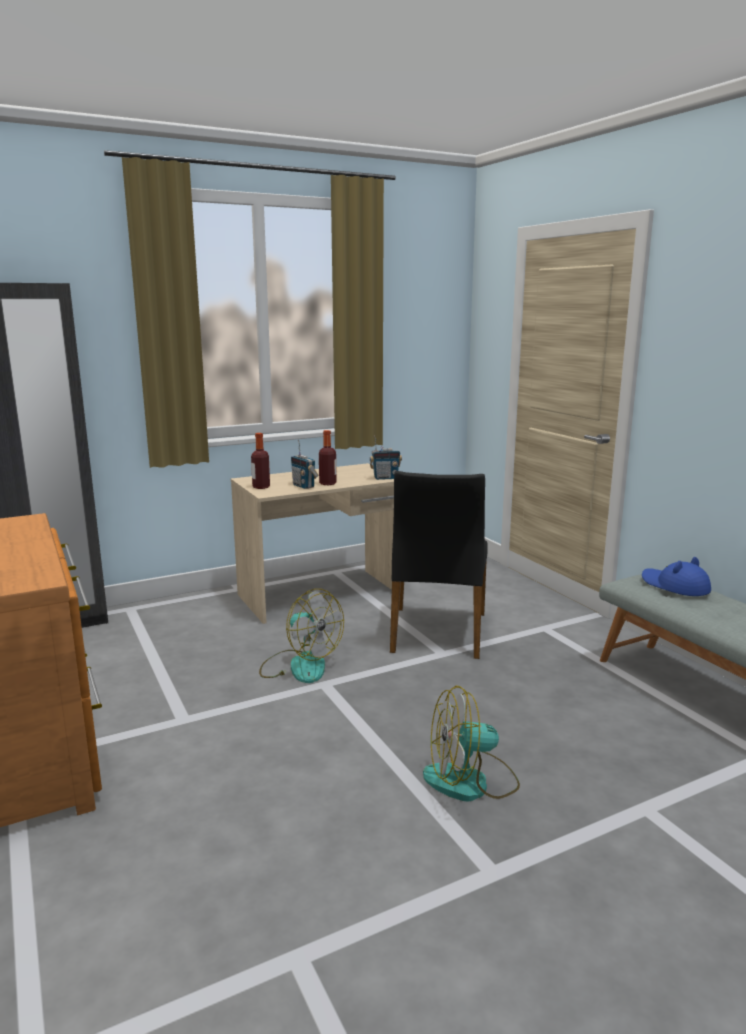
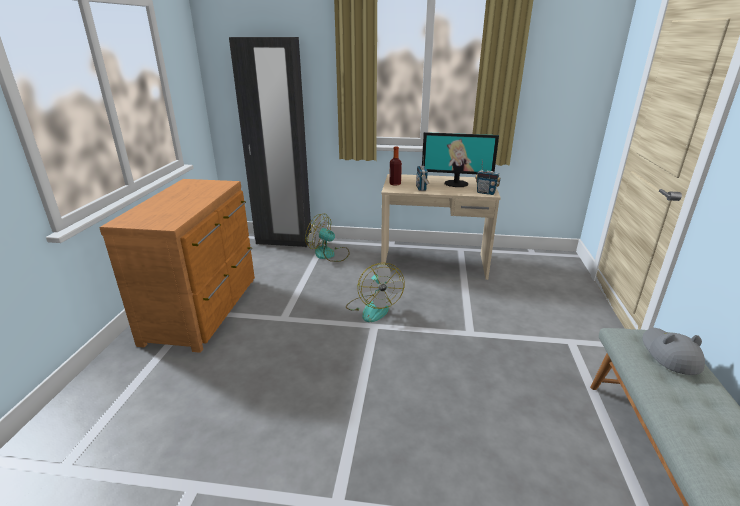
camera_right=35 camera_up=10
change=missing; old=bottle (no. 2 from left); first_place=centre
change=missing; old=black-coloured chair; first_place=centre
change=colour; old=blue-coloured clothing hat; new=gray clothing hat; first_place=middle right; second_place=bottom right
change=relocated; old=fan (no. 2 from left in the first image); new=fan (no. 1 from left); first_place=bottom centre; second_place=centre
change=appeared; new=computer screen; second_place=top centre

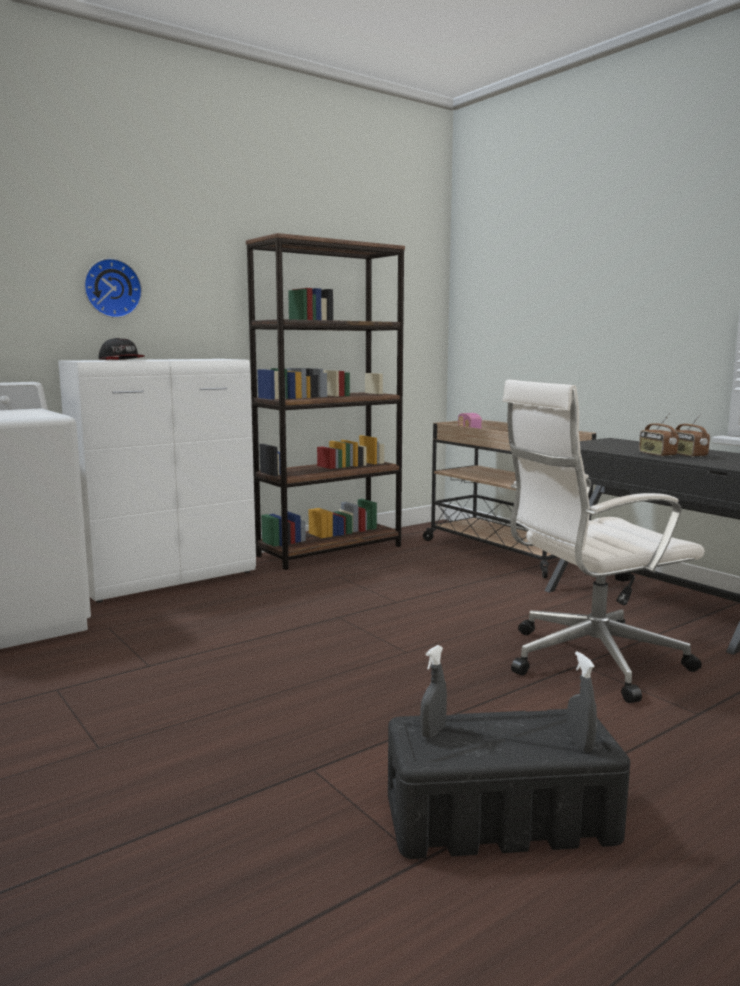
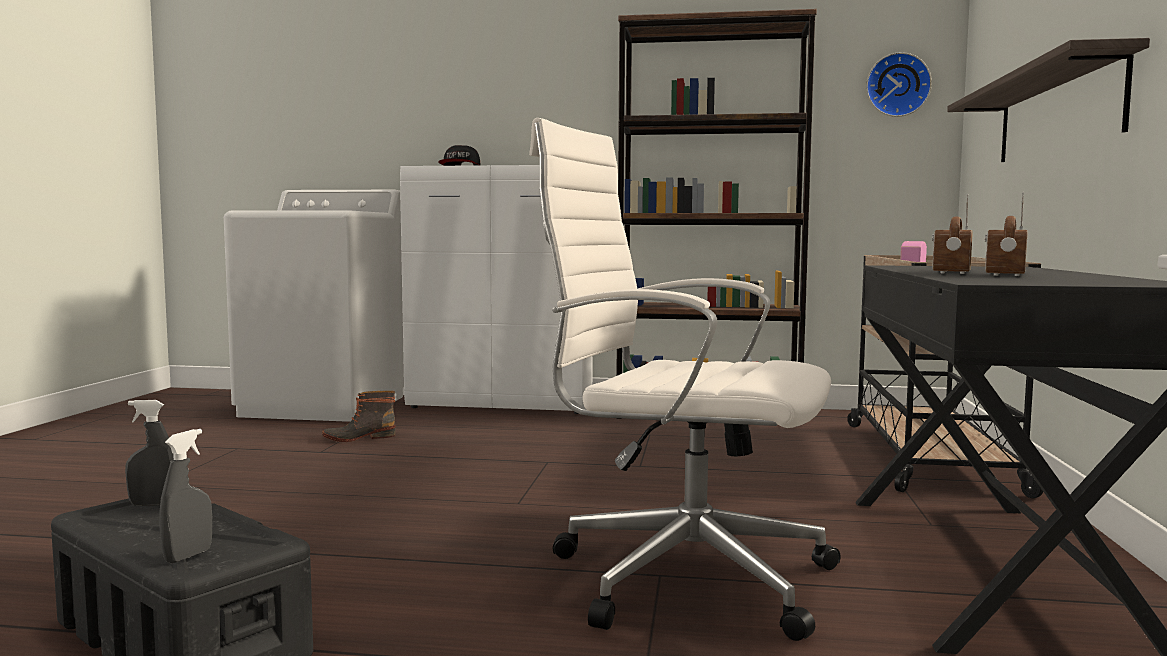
camera_right=45 camera_up=-5
change=relocated; old=wall clock; first_place=top left; second_place=top right
change=appeared; new=shelf; second_place=top right
change=appeared; new=boot; second_place=middle left

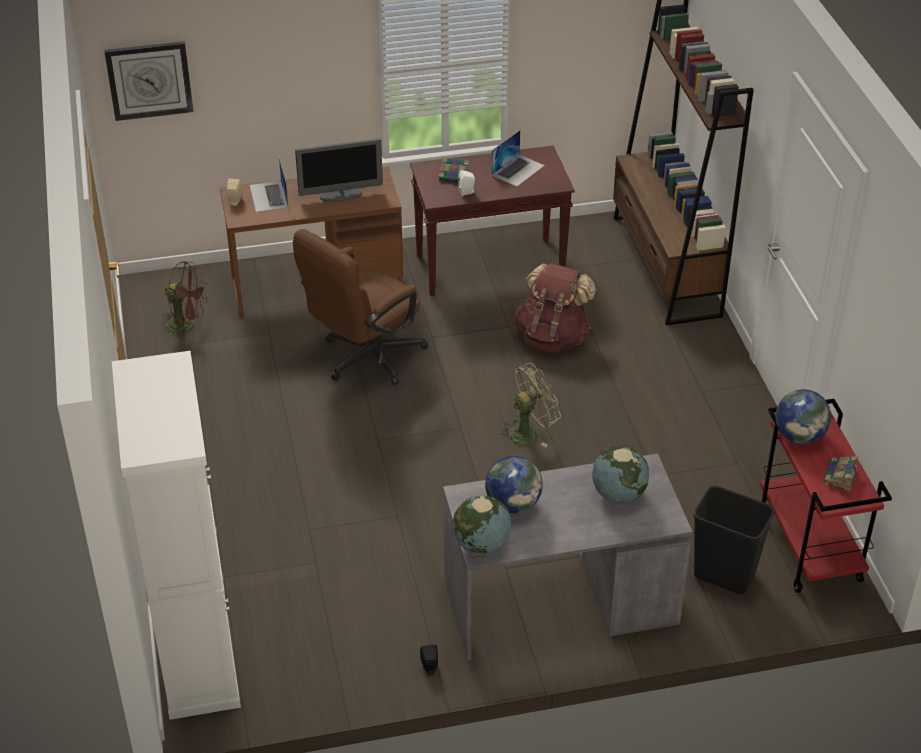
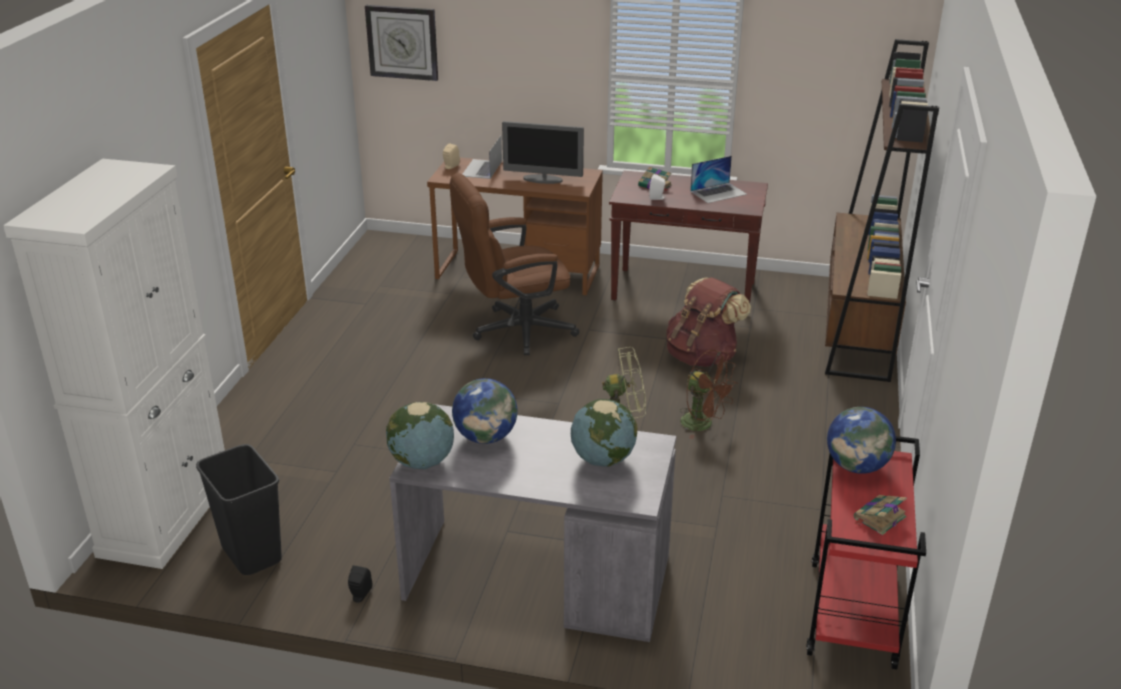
camera_right=25 camera_up=-10
change=relocated; old=brown fan; first_place=middle left; second_place=centre
change=relocated; old=black-coloured trash can; first_place=bottom right; second_place=bottom left

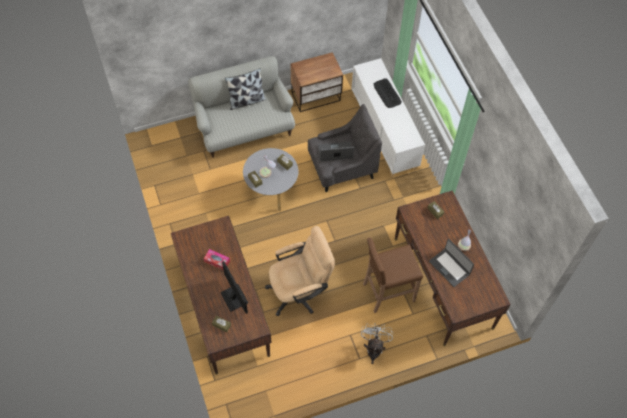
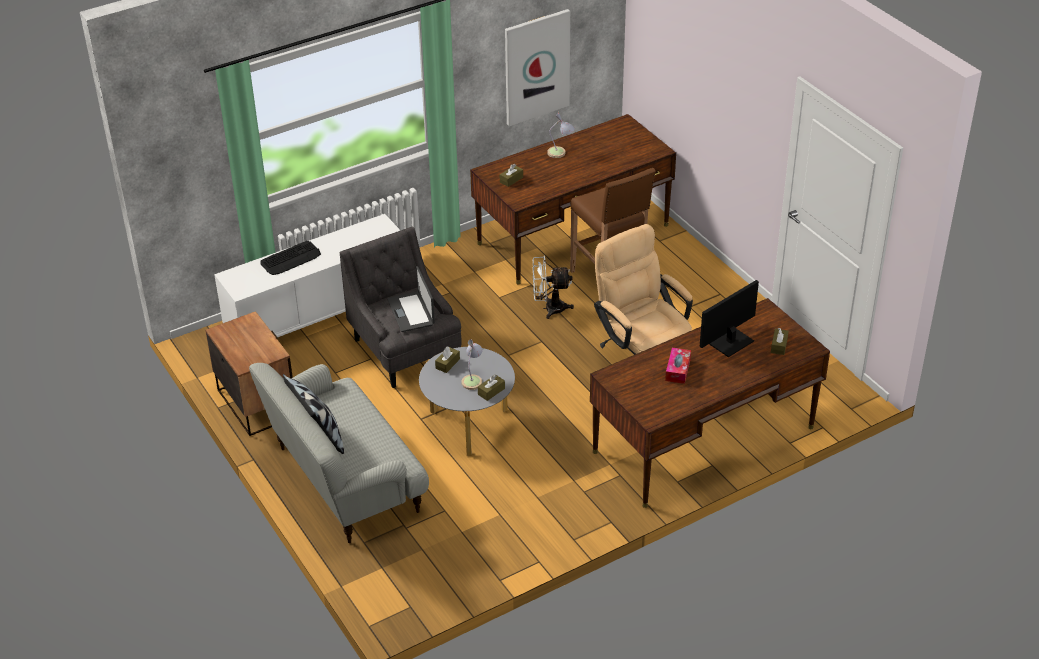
camera_right=-100 camera_up=-20
change=missing; old=laptop (no. 2 from left); first_place=middle right
change=relocated; old=white fan; first_place=bottom centre; second_place=centre
change=appeared; new=wall art; second_place=top centre

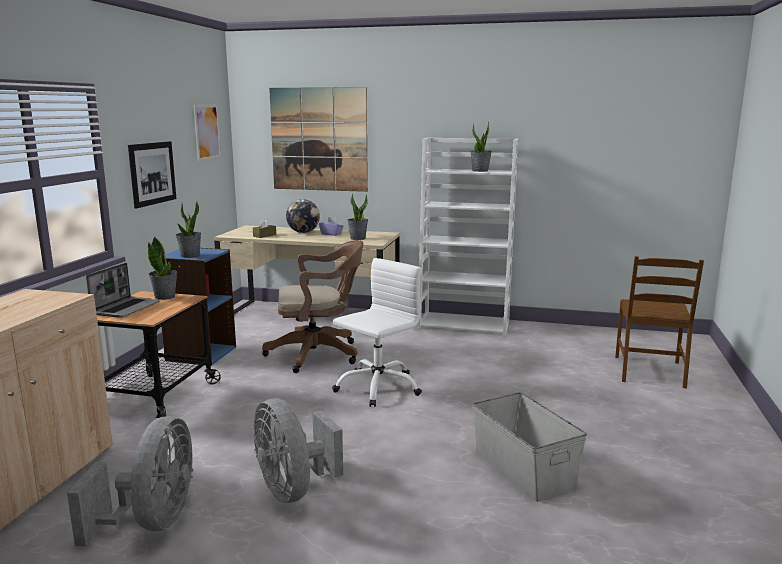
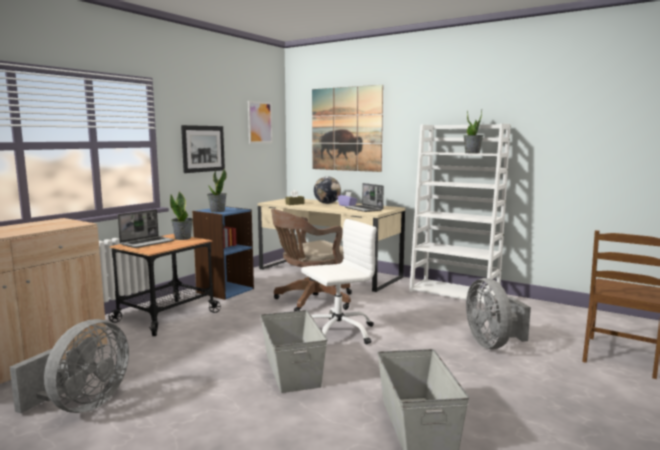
camera_right=20 camera_up=-5
change=exchanged; old=potted plant (no. 3 from left); new=laptop (no. 2 from left); first_place=centre; second_place=centre
change=spun; old=brown computer chair; first_place=centre; second_place=centre; degrees=135
change=relocated; old=gray fan (no. 2 from left); first_place=bottom centre; second_place=bottom right
change=appeared; new=gray storage box (no. 1 from left); second_place=bottom centre

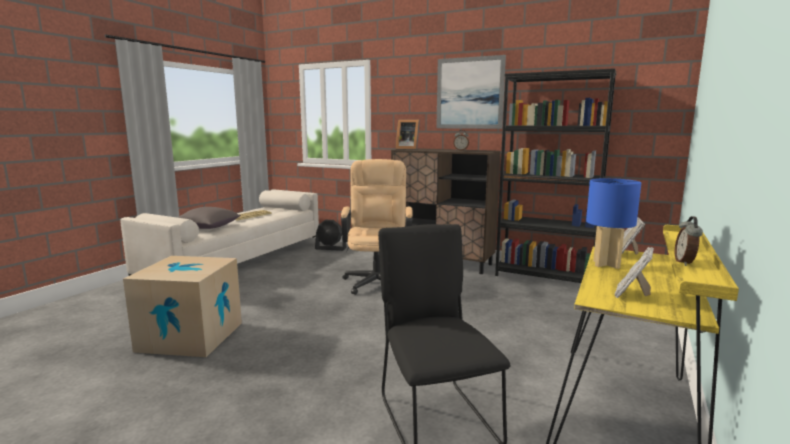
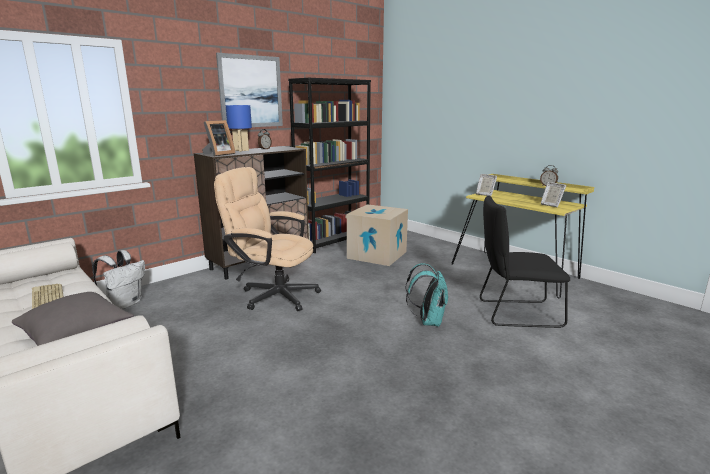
camera_right=-70 camera_up=5
change=relocated; old=blue-coloured table lamp; first_place=middle right; second_place=top centre
change=exchanged; old=black-coloured fan; new=white rucksack; first_place=centre; second_place=middle left
change=relocated; old=packing box; first_place=bottom left; second_place=centre
change=appeared; new=turquoise-coloured rucksack; second_place=centre

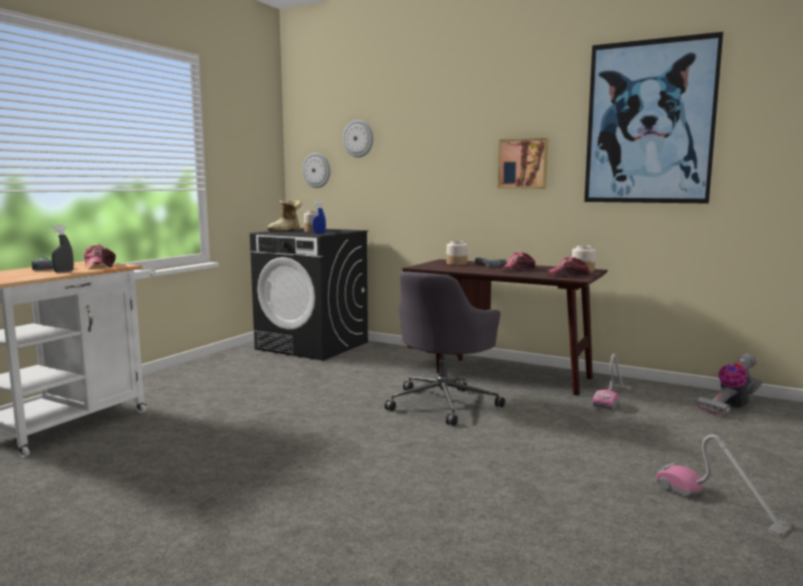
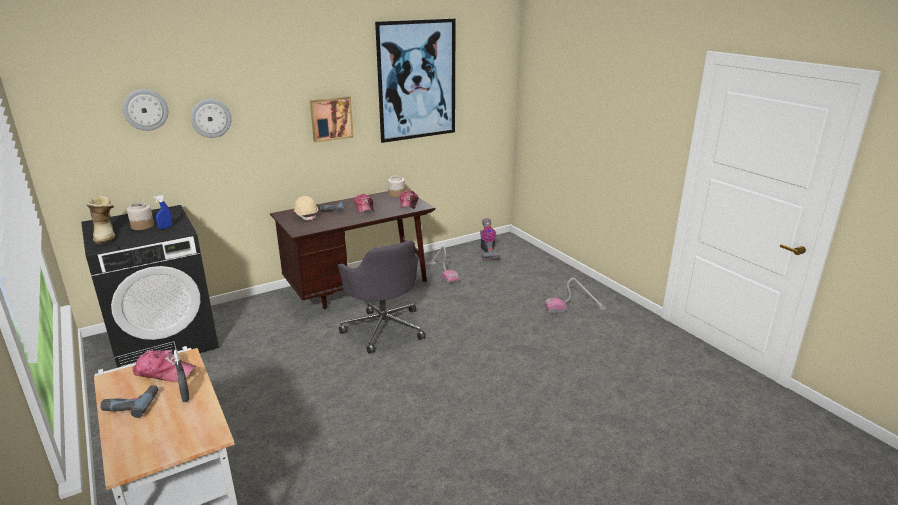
camera_right=-60 camera_up=15
change=relocated; old=wall clock (no. 1 from left in the first image); new=wall clock (no. 2 from left); first_place=top centre; second_place=top left
change=exchanged; old=preserve jar (no. 2 from left); new=sand-coloured work helmet; first_place=centre; second_place=centre

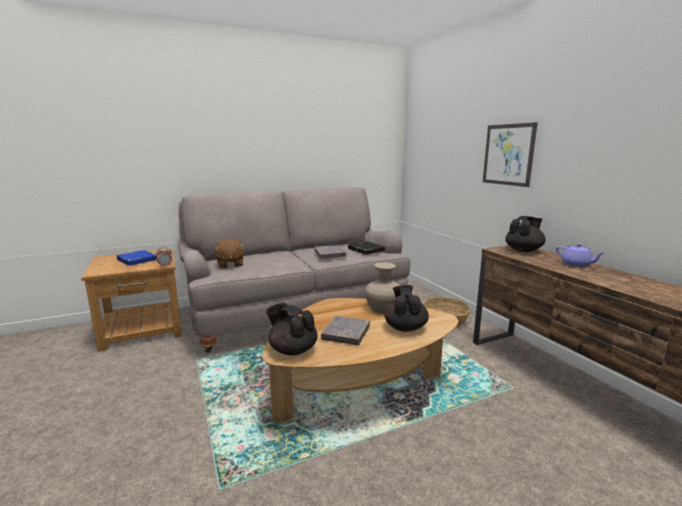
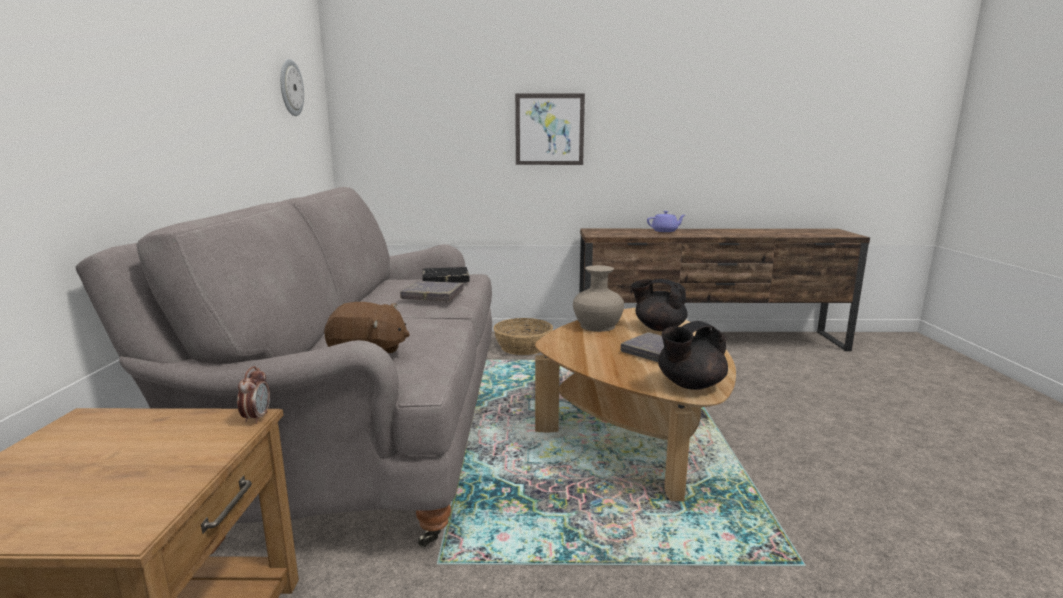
camera_right=-65 camera_up=0
change=missing; old=black-coloured pot for tea (no. 3 from left); first_place=middle right
change=missing; old=blue-coloured bound book; first_place=middle left
change=appeared; new=wall clock; second_place=top left

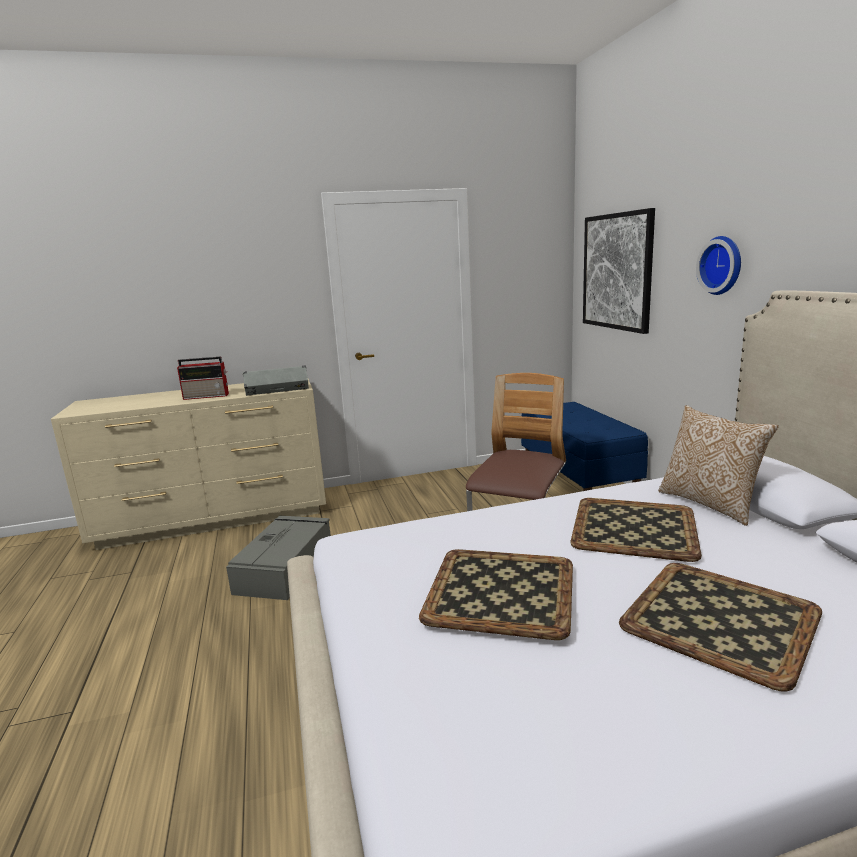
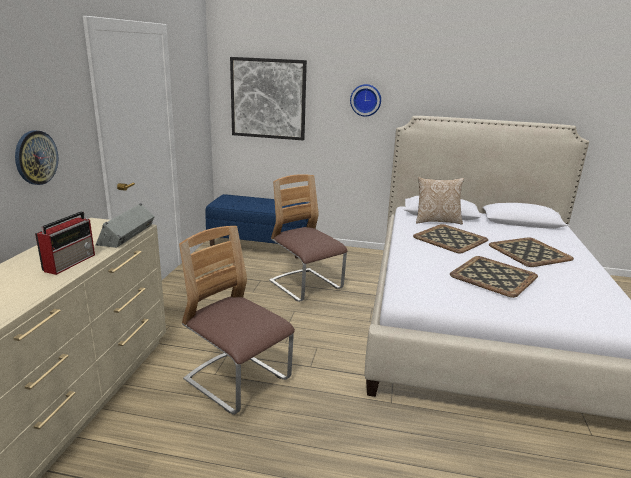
camera_right=-65 camera_up=5
change=exchanged; old=gray storage box; new=chair (no. 1 from left); first_place=middle left; second_place=bottom centre
change=appeared; new=wall clock (no. 1 from left); second_place=top left

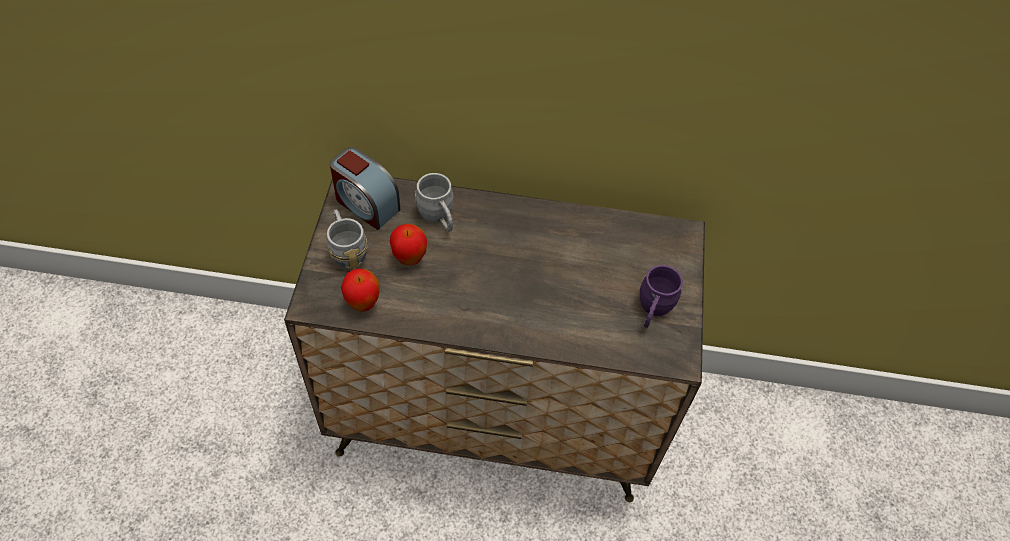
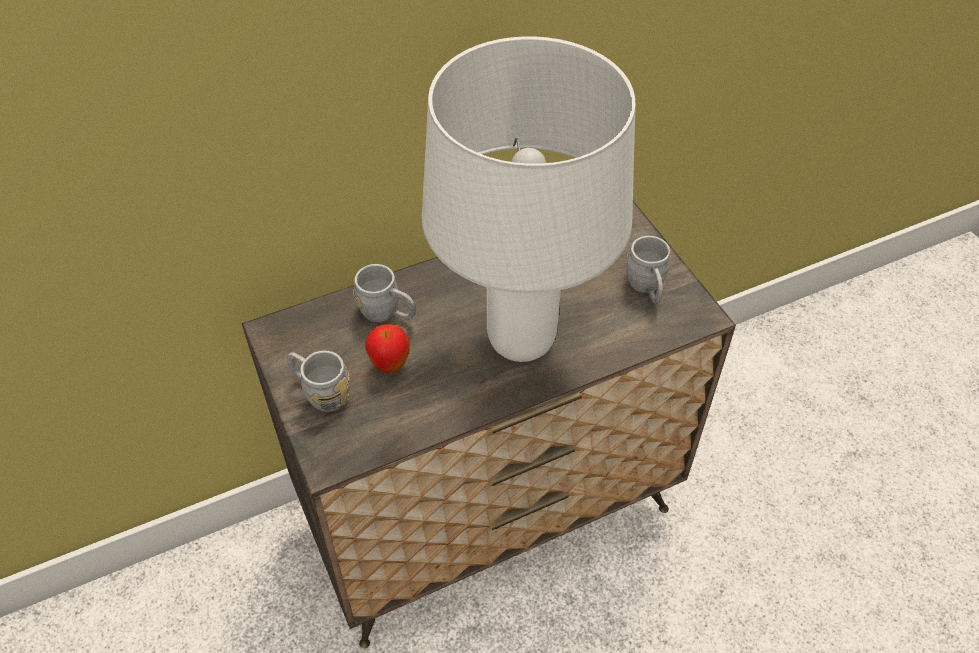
camera_right=-30 camera_up=-5
change=missing; old=table clock; first_place=centre
change=colour; old=purple tea mug; new=gray tea mug (no. 3 from left); first_place=centre; second_place=centre
change=missing; old=apple (no. 1 from left); first_place=centre
change=appeared; new=white table lamp; second_place=top centre

